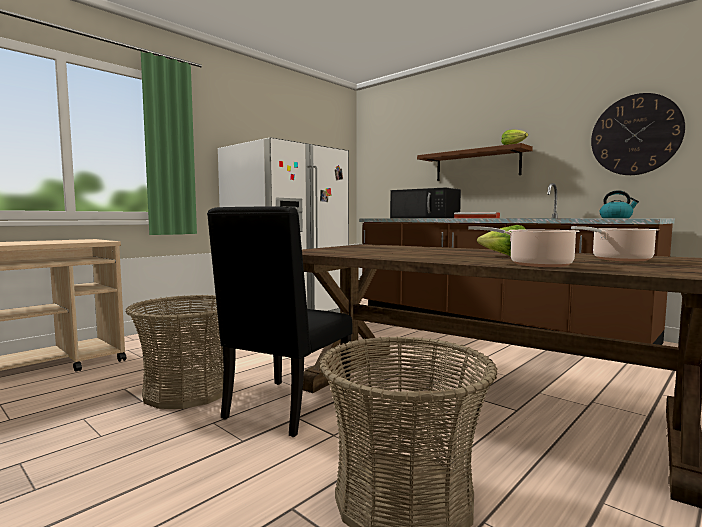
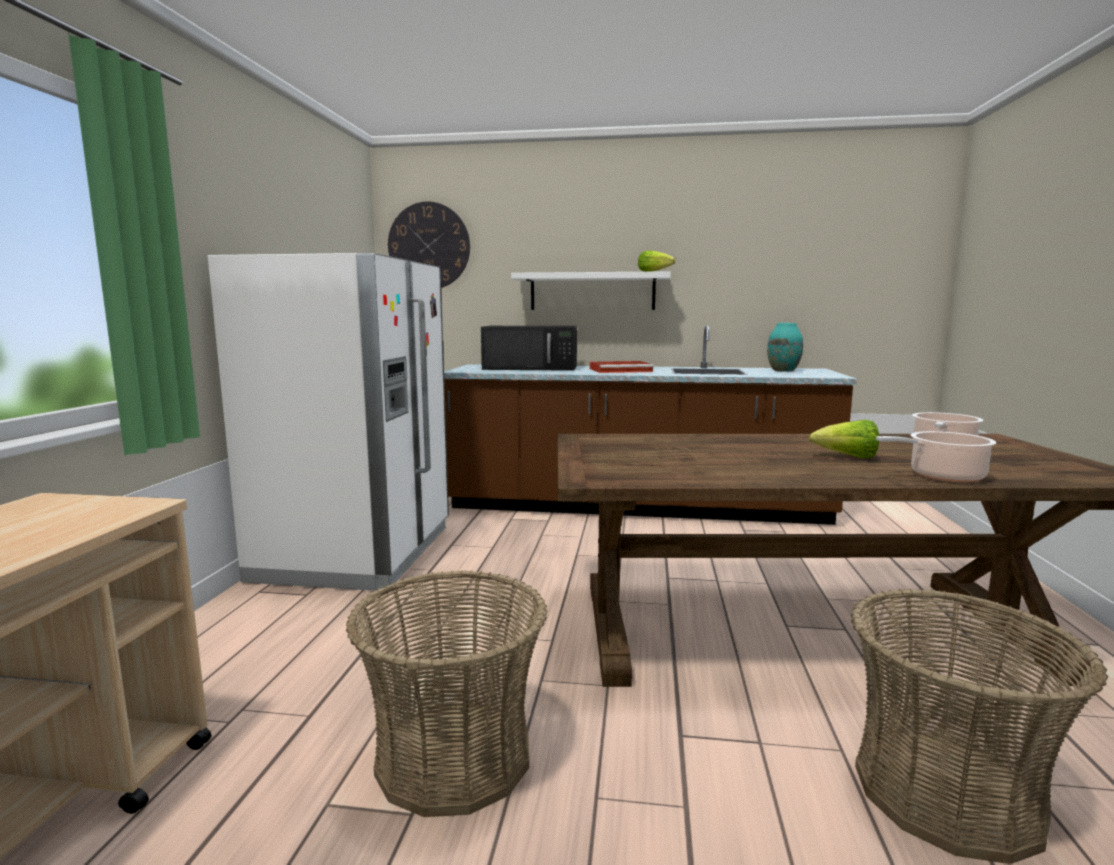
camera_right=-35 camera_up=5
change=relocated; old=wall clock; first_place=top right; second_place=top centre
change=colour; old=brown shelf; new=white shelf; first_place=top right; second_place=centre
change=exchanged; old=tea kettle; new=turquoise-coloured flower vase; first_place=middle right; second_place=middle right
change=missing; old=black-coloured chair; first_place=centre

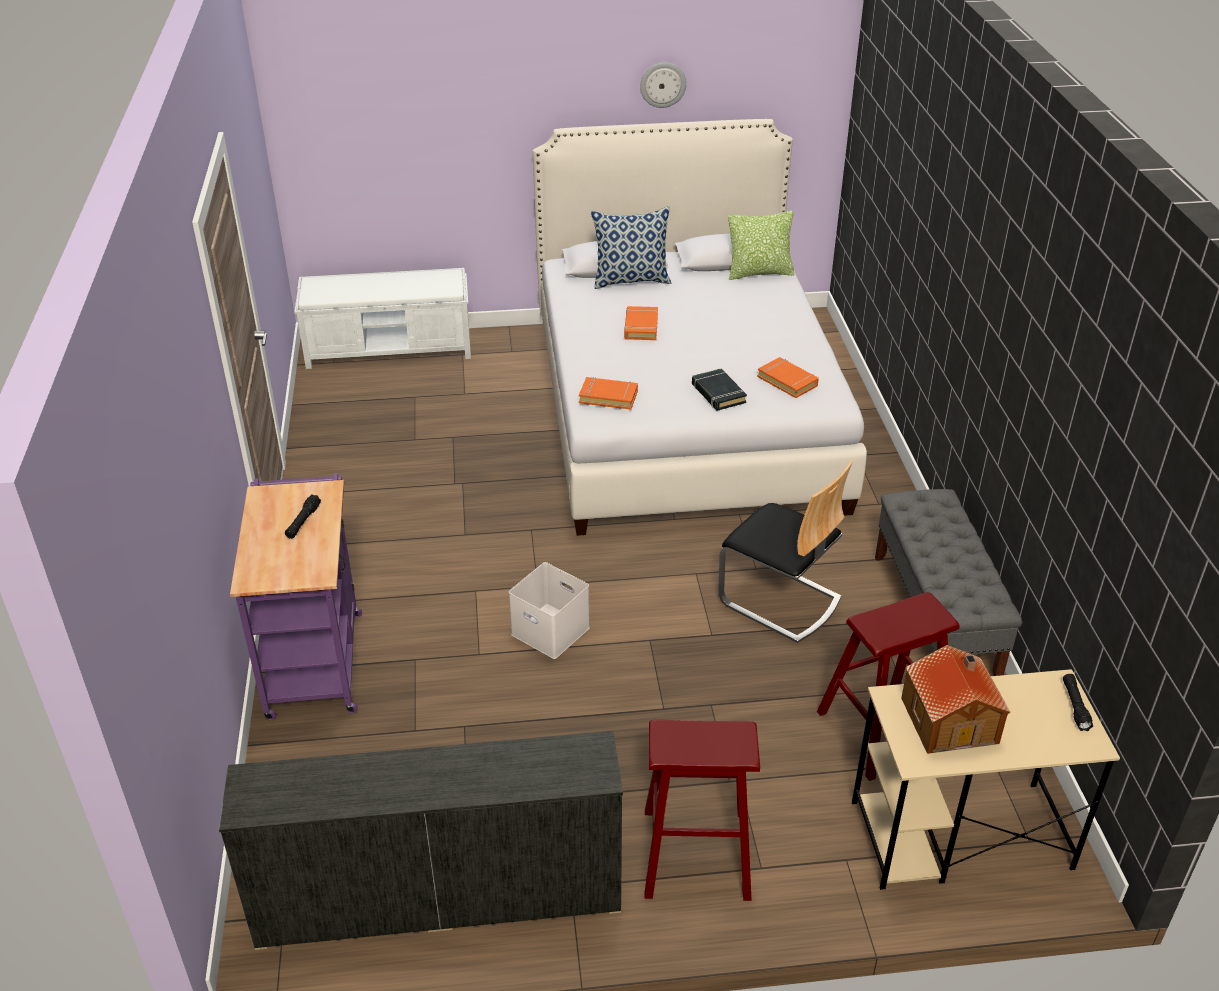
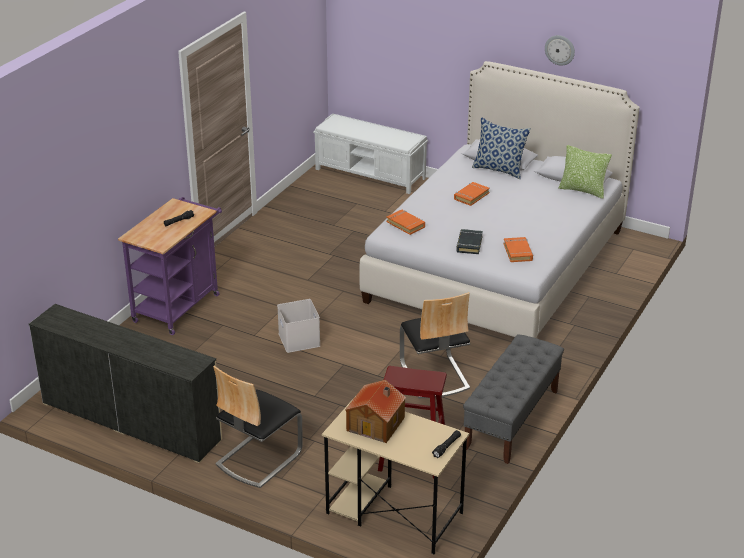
camera_right=35 camera_up=-5
change=exchanged; old=red stool (no. 1 from left); new=chair (no. 1 from left); first_place=bottom centre; second_place=bottom centre

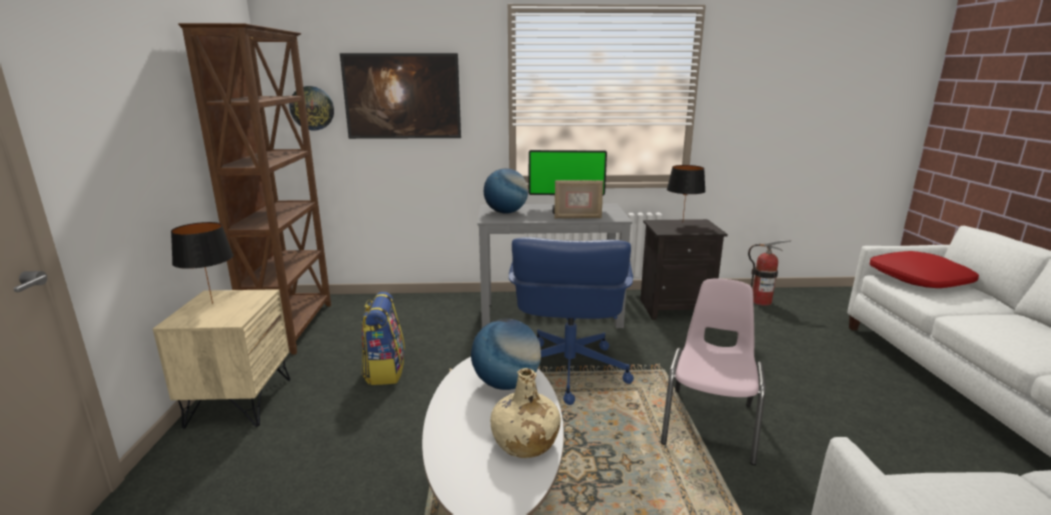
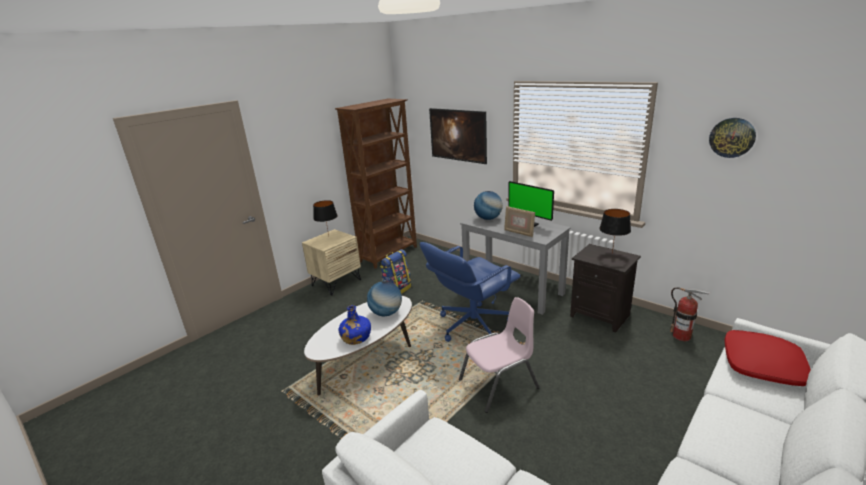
camera_right=45 camera_up=5
change=relocated; old=wall clock; first_place=top left; second_place=top right
change=colour; old=sand-coloured bottle; new=blue-coloured bottle; first_place=bottom centre; second_place=bottom centre

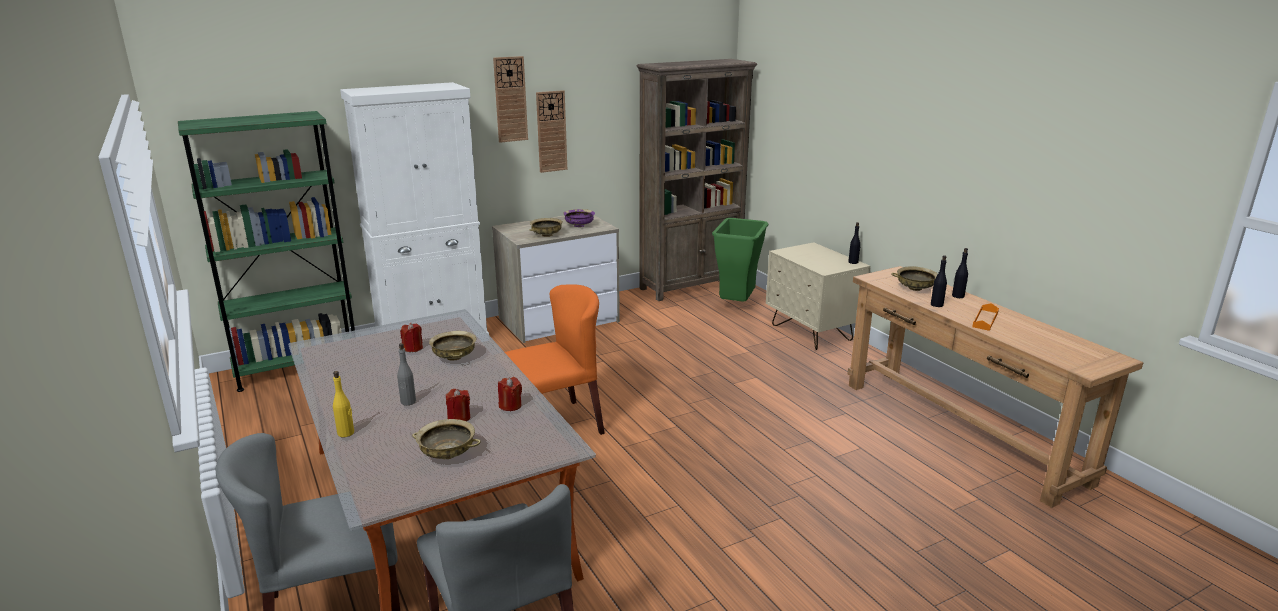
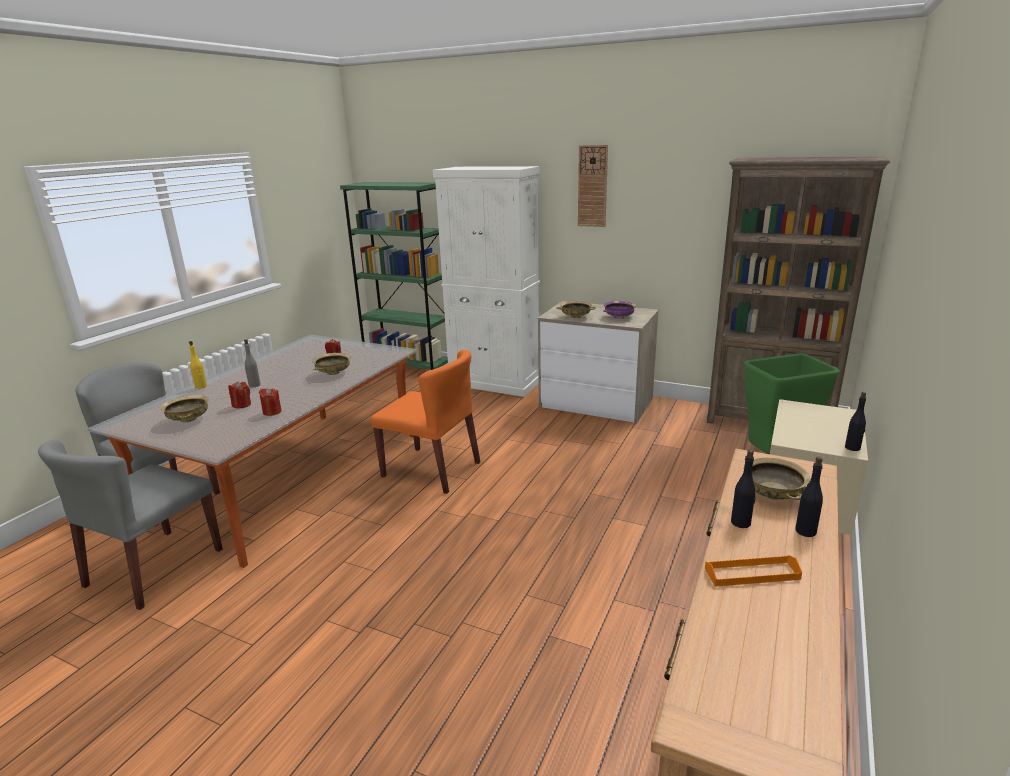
camera_right=55 camera_up=0
change=missing; old=wall clock (no. 2 from left); first_place=top centre

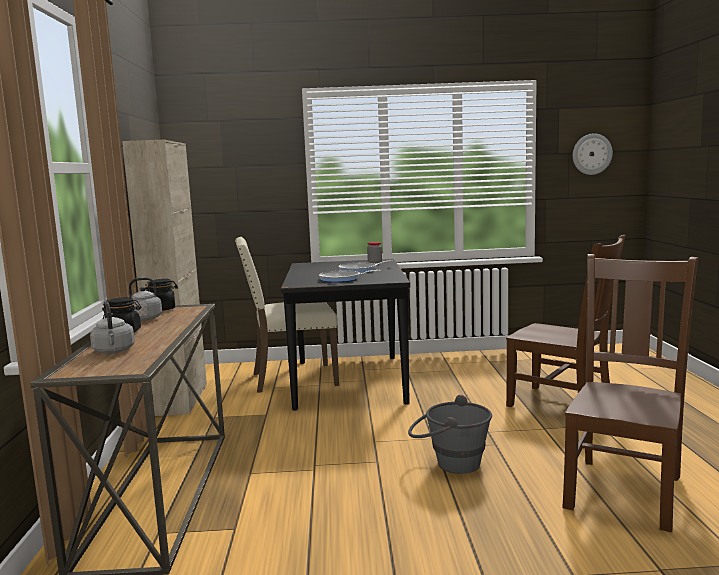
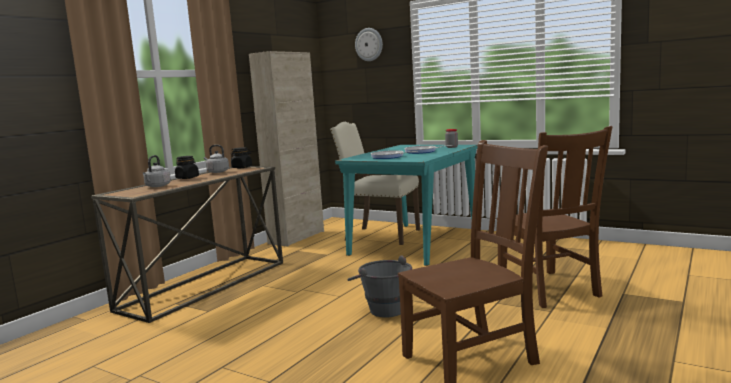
camera_right=35 camera_up=0
change=relocated; old=wall clock; first_place=top right; second_place=top centre
change=colour; old=black-coloured dinner table; new=turquoise-coloured dinner table; first_place=centre; second_place=centre

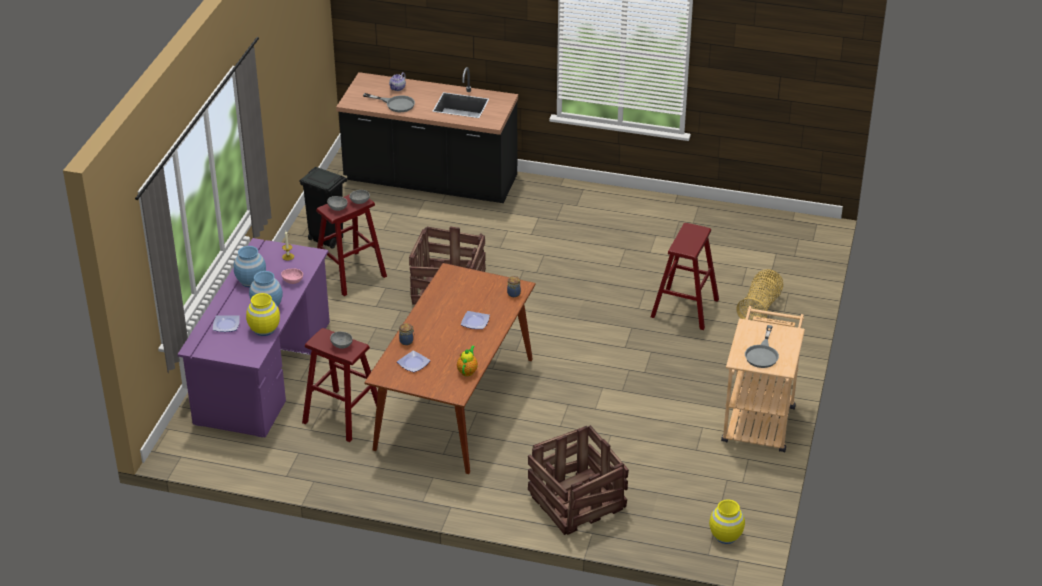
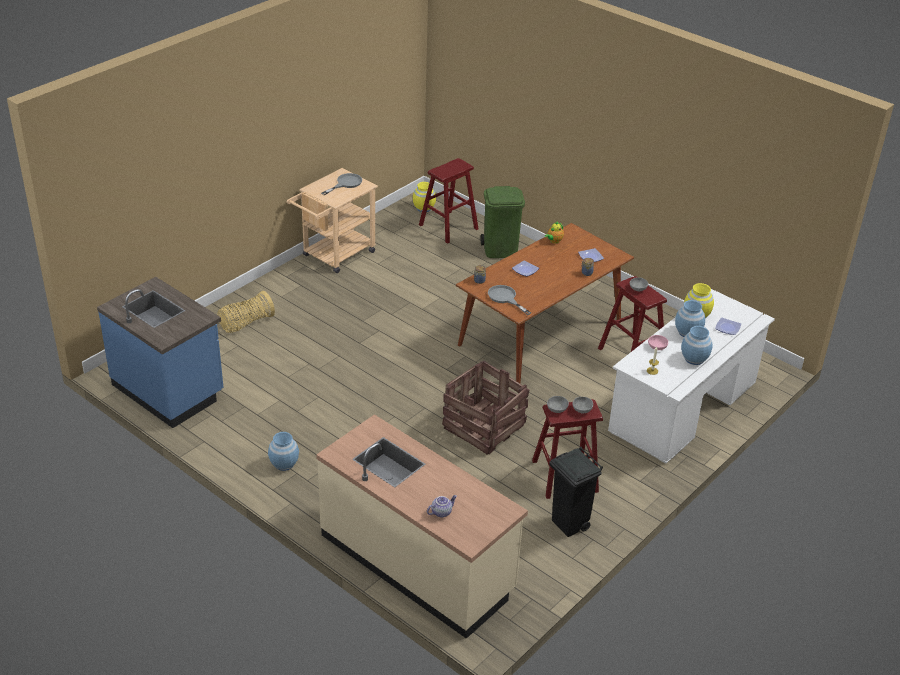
camera_right=-155 camera_up=0
change=colour; old=black-coloured kitchen counter; new=sand-coloured kitchen counter; first_place=top centre; second_place=bottom centre
change=relocated; old=gray pan (no. 1 from left in the first image); new=gray pan (no. 2 from left); first_place=top centre; second_place=centre
change=relocated; old=red stool (no. 3 from left in the first image); new=red stool (no. 1 from left); first_place=centre; second_place=top centre
change=colour; old=purple desk unit; new=white desk unit; first_place=middle left; second_place=middle right
change=exchanged; old=packing crate (no. 2 from left); new=greenish trash can; first_place=bottom centre; second_place=top centre
change=appeared; new=blue-coloured kitchen counter; second_place=middle left
change=appeared; new=blue-coloured flower vase (no. 1 from left); second_place=bottom left

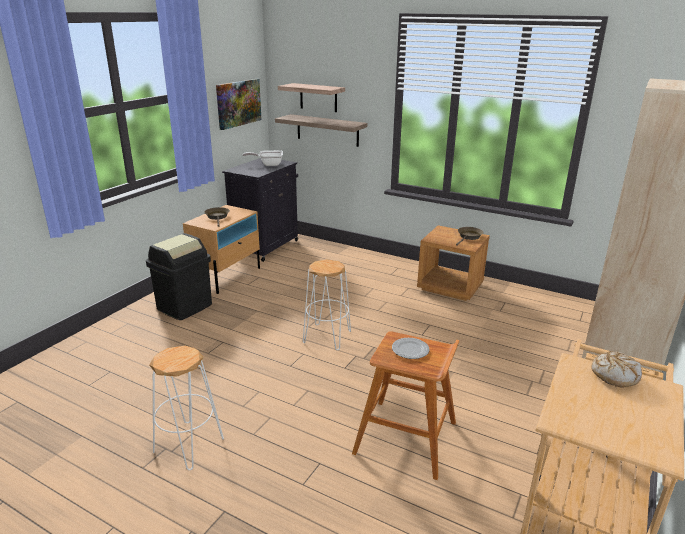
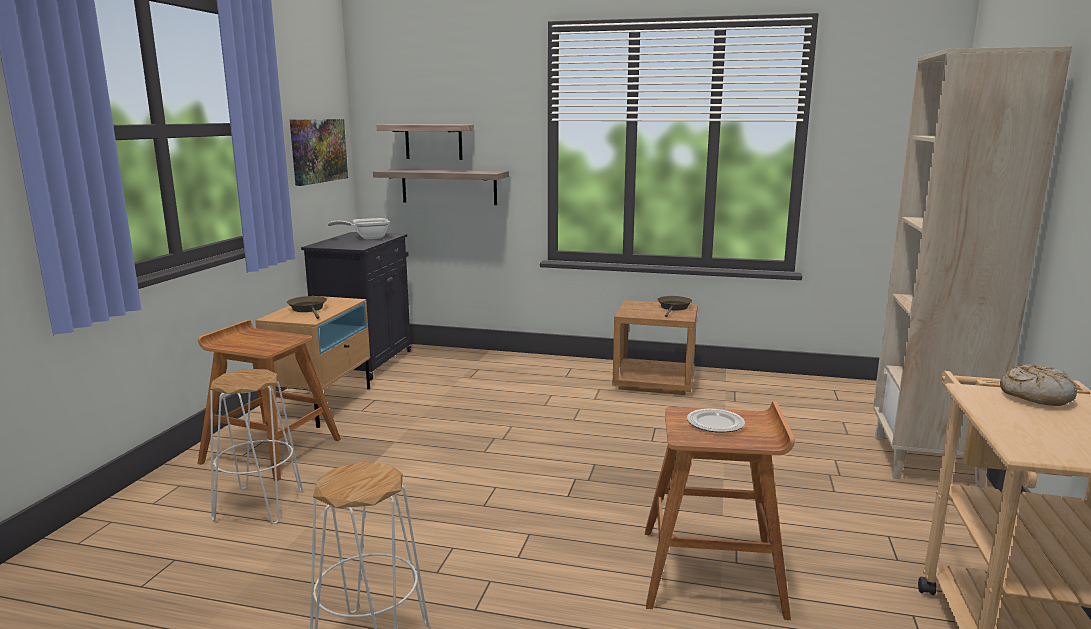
camera_right=-15 camera_up=-10
change=exchanged; old=black-coloured trash can; new=brown stool (no. 1 from left); first_place=middle left; second_place=middle left
change=relocated; old=white stool (no. 2 from left in the first image); new=white stool (no. 1 from left); first_place=centre; second_place=bottom left

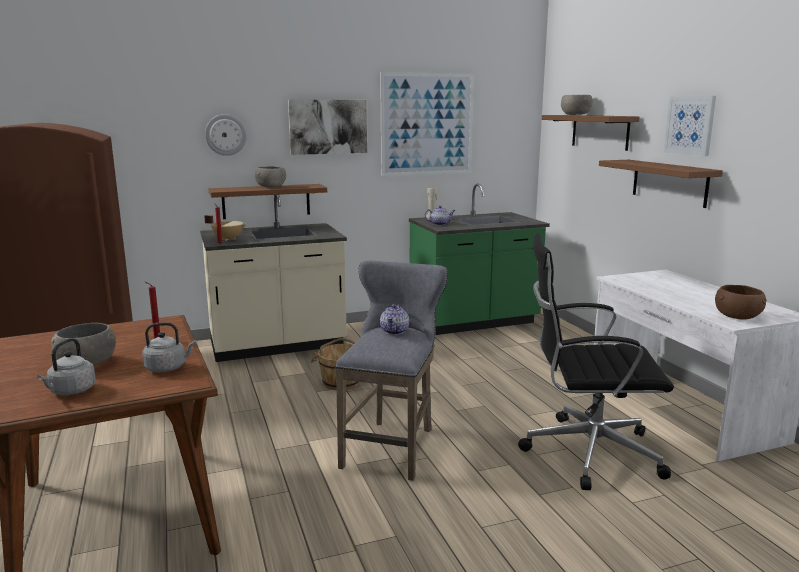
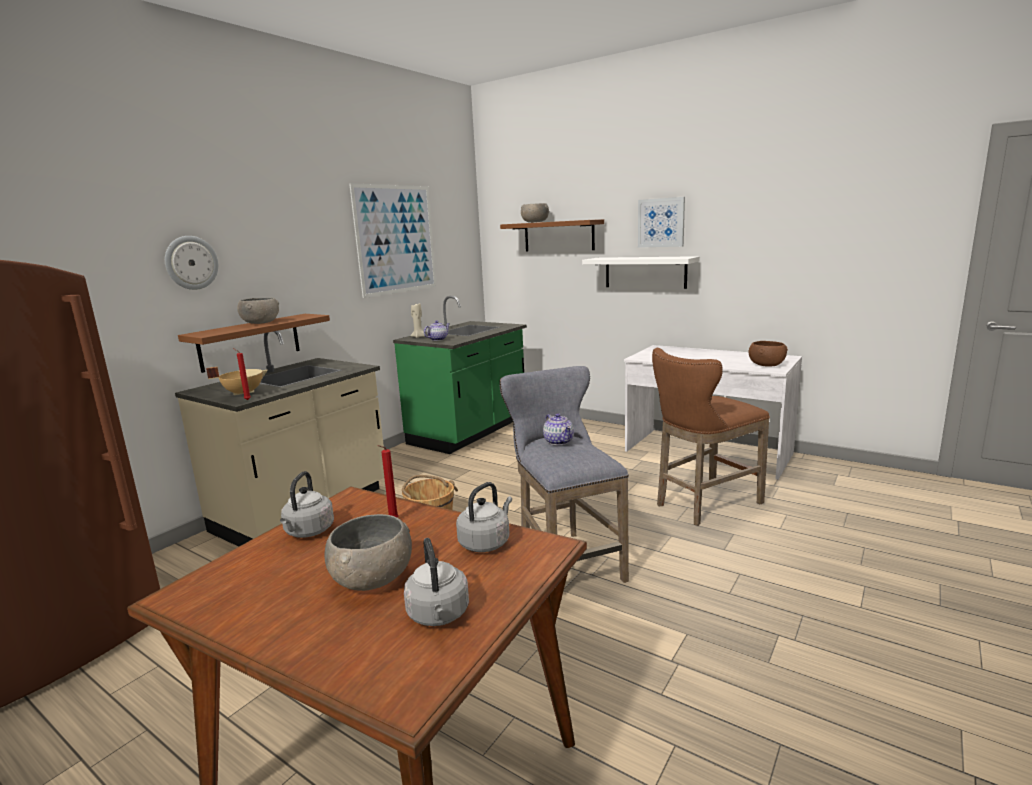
camera_right=-35 camera_up=0
change=missing; old=wall art (no. 1 from left); first_place=top centre
change=colour; old=brown shelf (no. 3 from left); new=white shelf; first_place=top right; second_place=centre
change=exchanged; old=black-coloured computer chair; new=brown stool; first_place=middle right; second_place=middle right
change=appeared; new=gray tea kettle (no. 1 from left); second_place=middle left

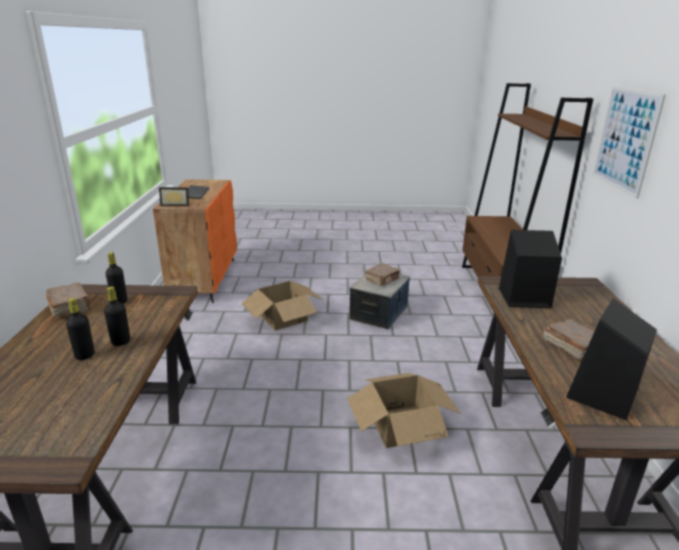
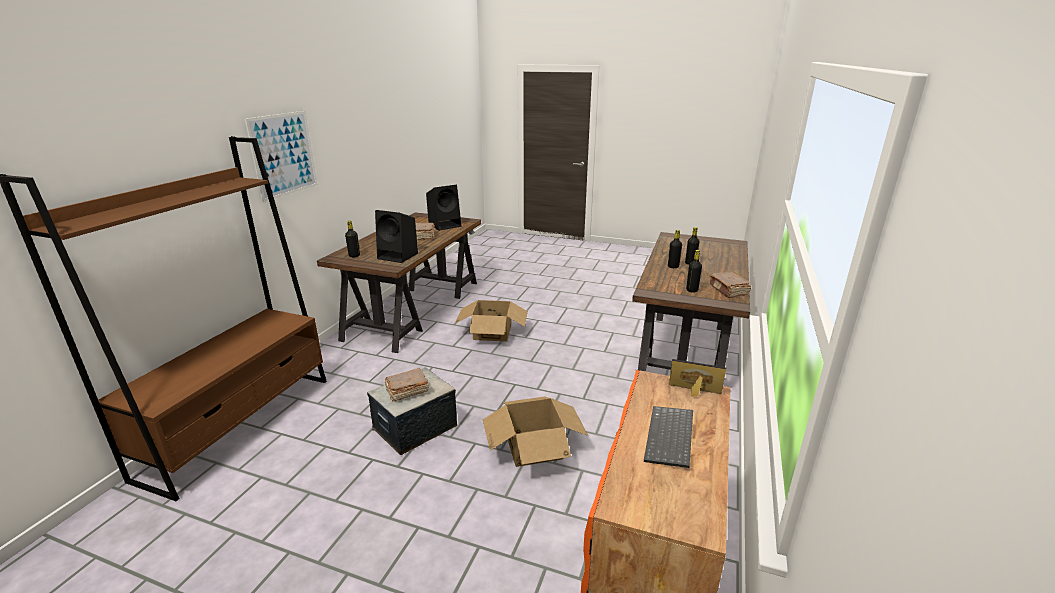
camera_right=-160 camera_up=0
change=appeared; new=black-coloured bottle (no. 1 from left); second_place=centre

